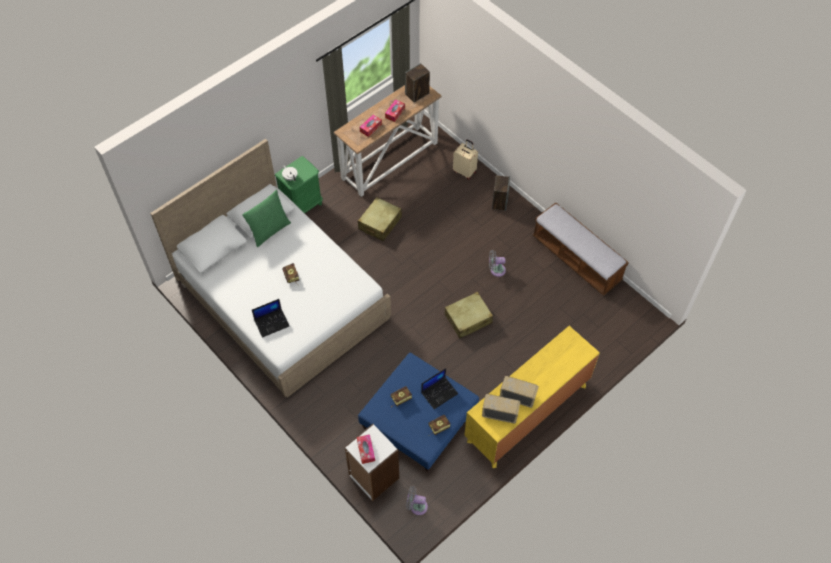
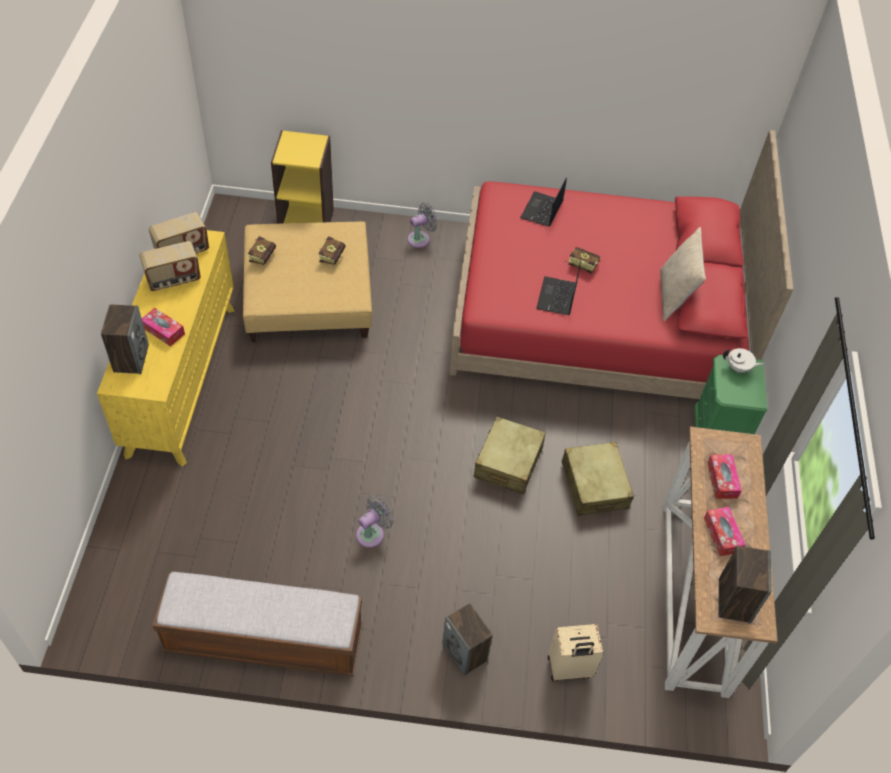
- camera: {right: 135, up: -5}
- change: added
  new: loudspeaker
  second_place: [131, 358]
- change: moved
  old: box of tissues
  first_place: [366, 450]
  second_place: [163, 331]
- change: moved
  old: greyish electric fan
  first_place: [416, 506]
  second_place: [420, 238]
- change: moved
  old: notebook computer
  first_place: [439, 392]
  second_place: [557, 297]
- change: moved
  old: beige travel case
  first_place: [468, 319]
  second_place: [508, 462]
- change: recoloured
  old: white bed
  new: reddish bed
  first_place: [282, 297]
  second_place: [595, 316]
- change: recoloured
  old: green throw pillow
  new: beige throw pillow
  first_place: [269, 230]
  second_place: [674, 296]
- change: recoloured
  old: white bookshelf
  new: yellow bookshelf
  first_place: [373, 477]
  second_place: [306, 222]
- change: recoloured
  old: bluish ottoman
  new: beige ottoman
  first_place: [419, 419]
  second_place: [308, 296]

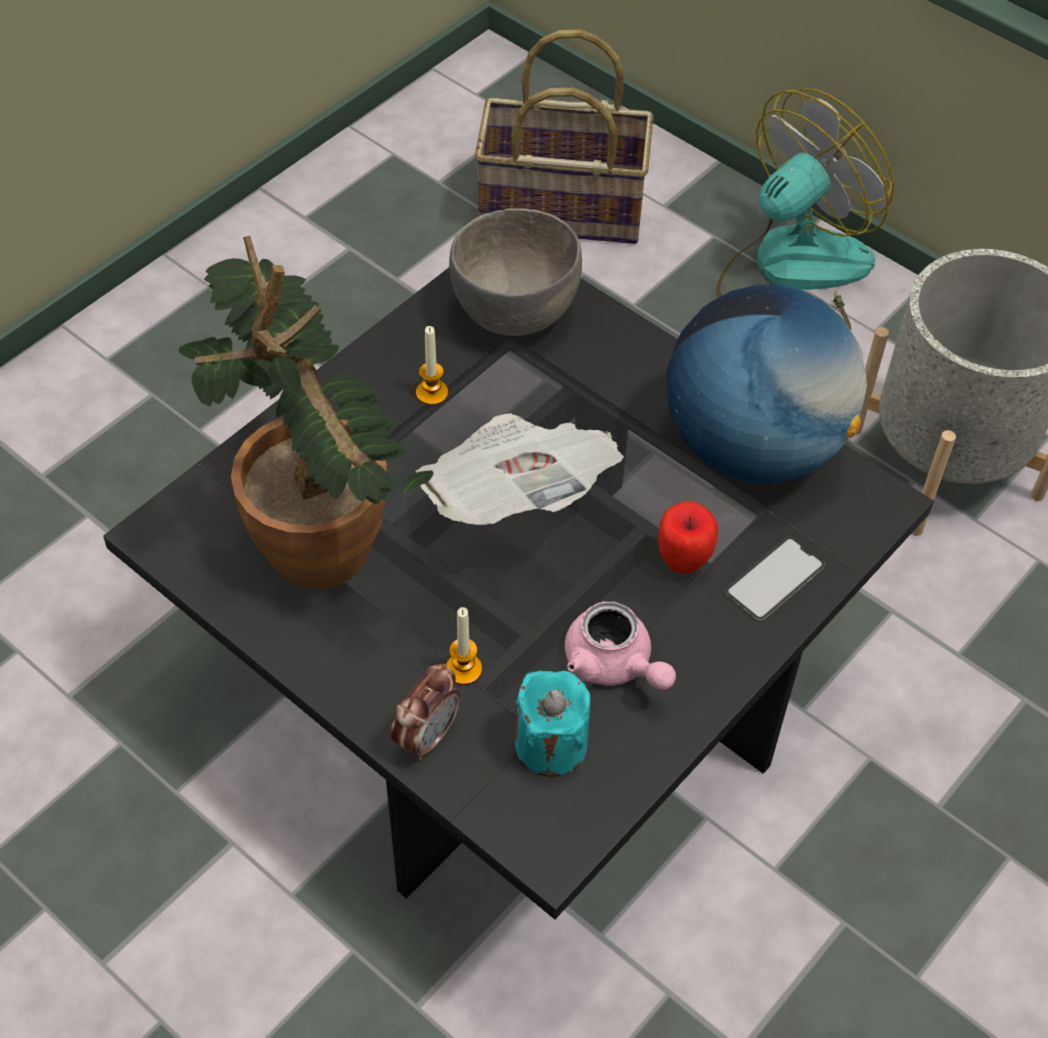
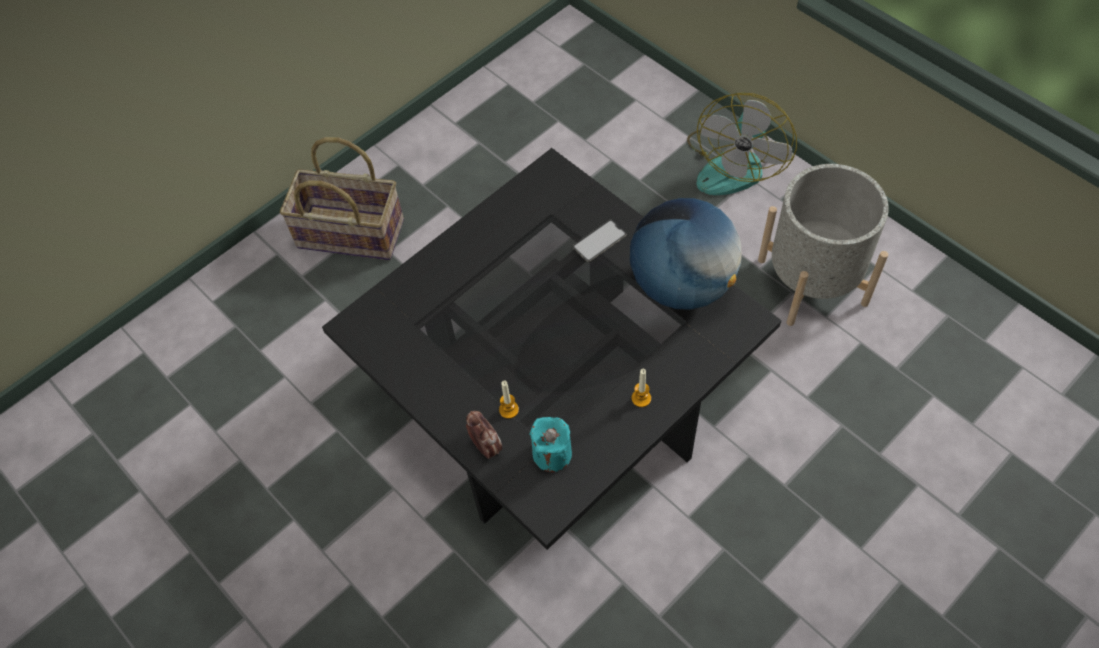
- camera: {right: 10, up: 5}
- change: removed
  old: plant in a pot
  first_place: [319, 526]
- change: removed
  old: daily paper
  first_place: [515, 497]
- change: removed
  old: greyish serving bowl
  first_place: [516, 313]
- change: removed
  old: pink pot for tea
  first_place: [614, 665]
- change: removed
  old: apple
  first_place: [683, 561]
- change: moved
  old: wax candle
  first_place: [432, 393]
  second_place: [641, 398]
- change: moved
  old: storage basket
  first_place: [560, 210]
  second_place: [349, 235]
- change: moved
  old: phone
  first_place: [775, 579]
  second_place: [599, 241]
- change: turned
  old: alarm clock
  first_place: [427, 736]
  second_place: [486, 446]
  degrees: -75
- change: turned
  old: electric fan
  first_place: [792, 274]
  second_place: [735, 163]
  degrees: 150

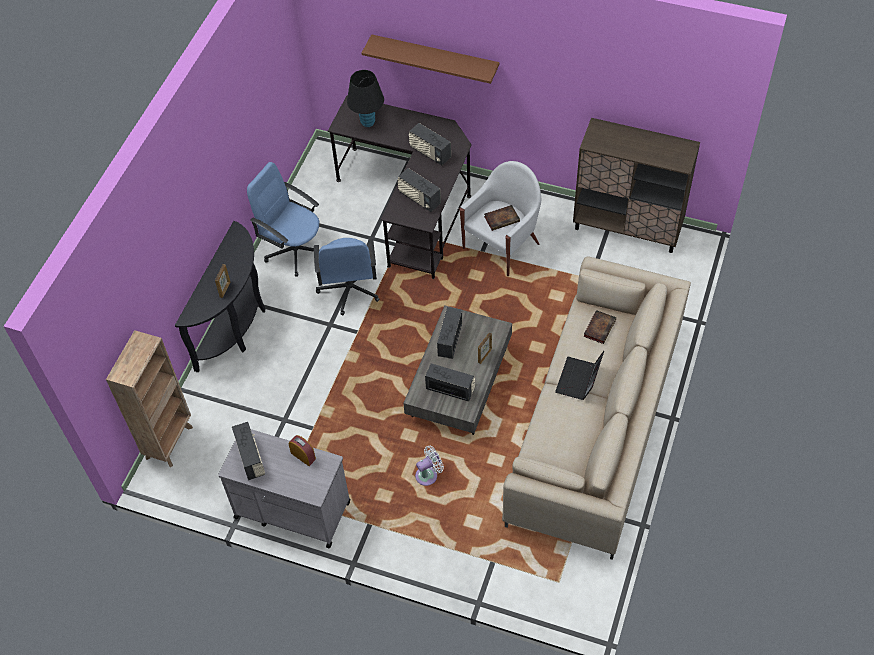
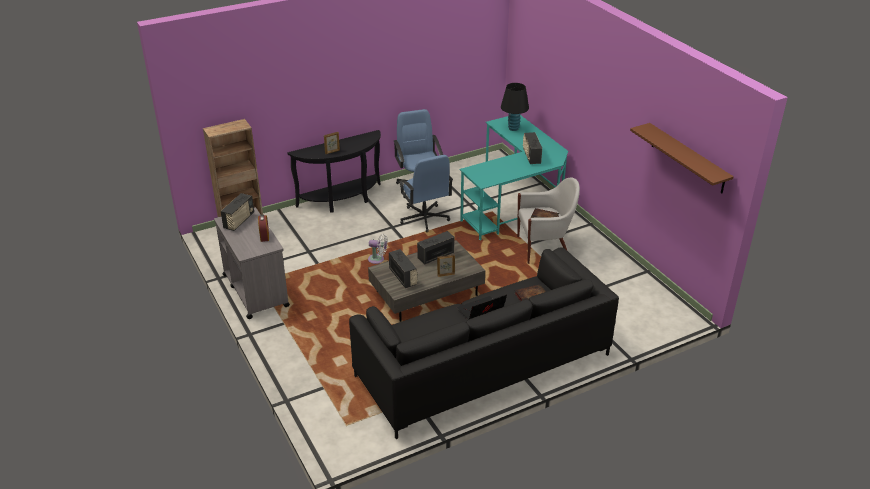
- camera: {right: 40, up: -20}
- change: removed
  old: radio
  first_place: [419, 198]
- change: removed
  old: brownish cupboard
  first_place: [628, 227]
- change: moved
  old: brownish wall shelf
  first_place: [435, 57]
  second_place: [687, 158]
- change: moved
  old: white electric fan
  first_place: [428, 475]
  second_place: [378, 259]
- change: recoloured
  old: black-coloured desk
  new: turquoise desk
  first_place: [412, 203]
  second_place: [515, 202]
- change: recoloured
  old: beige settee
  new: black-coloured settee
  first_place: [595, 424]
  second_place: [483, 365]
- change: turned
  old: bluish computer chair
  first_place: [349, 290]
  second_place: [424, 218]
  degrees: -60

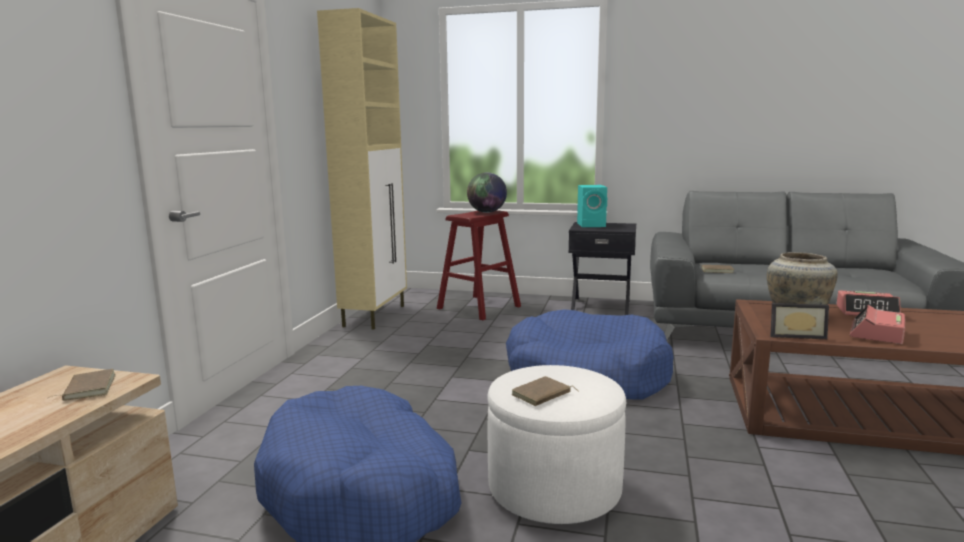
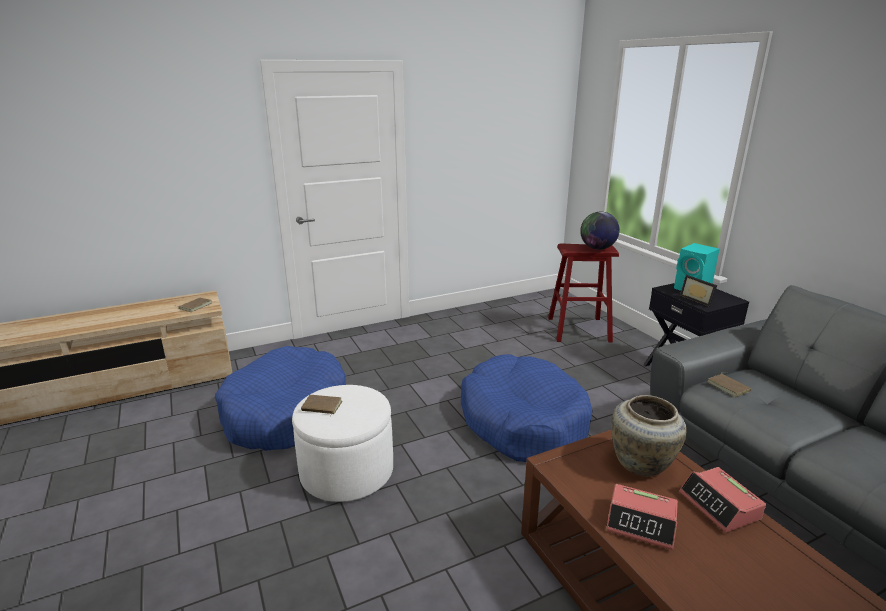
- camera: {right: 50, up: 10}
- change: removed
  old: beige cupboard
  first_place: [375, 315]
- change: moved
  old: picture frame
  first_place: [795, 335]
  second_place: [698, 300]
- change: turned
  old: alarm clock
  first_place: [876, 333]
  second_place: [641, 523]
  degrees: -150

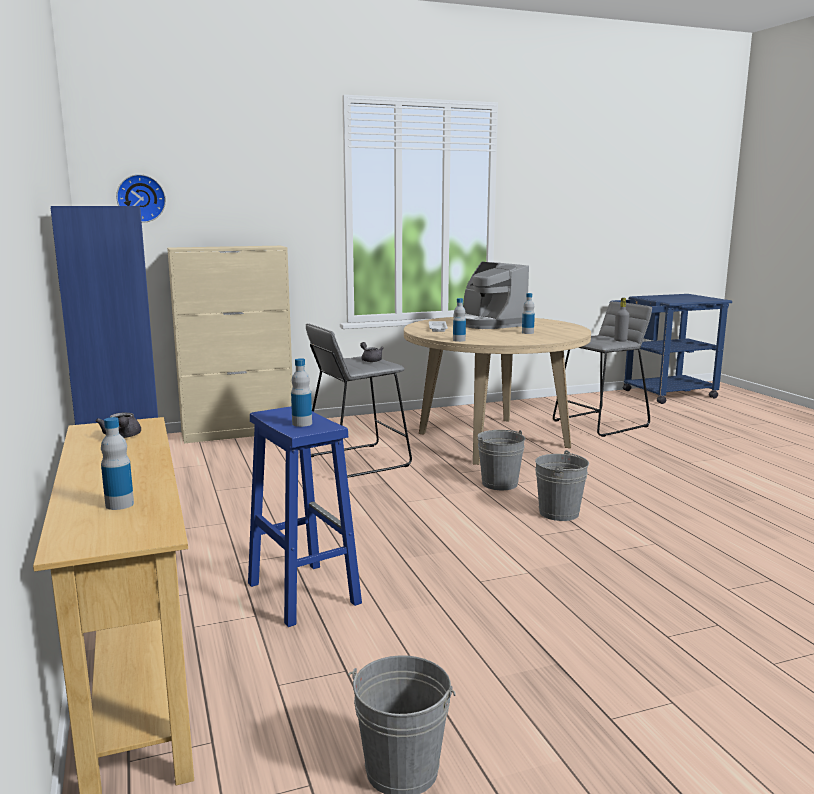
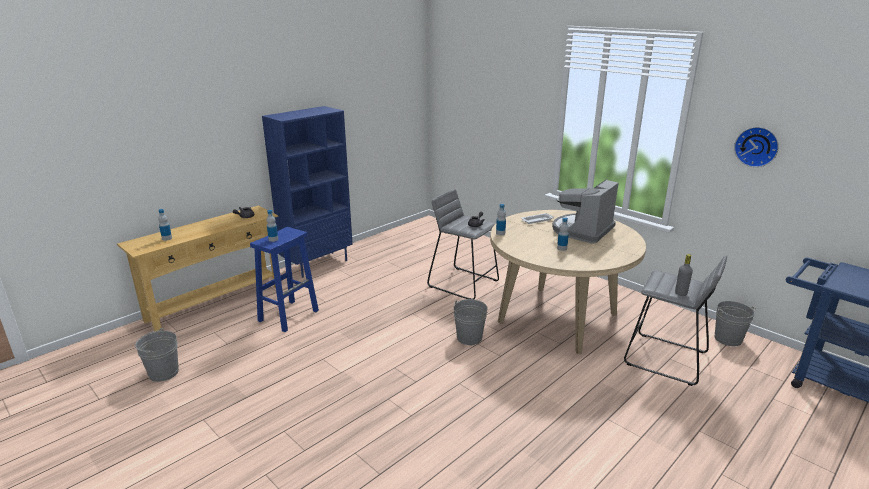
- camera: {right: 65, up: 10}
- change: removed
  old: beige cupboard
  first_place: [239, 433]
- change: moved
  old: wall clock
  first_place: [141, 198]
  second_place: [757, 146]
- change: moved
  old: greyish pail
  first_place: [559, 513]
  second_place: [728, 339]

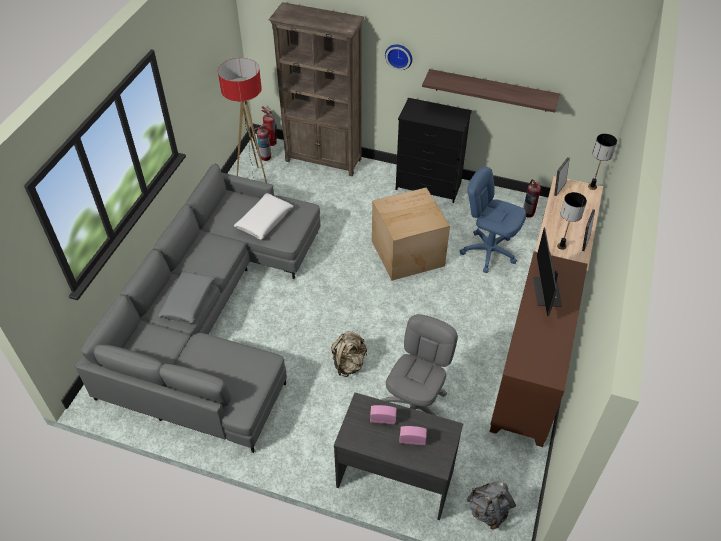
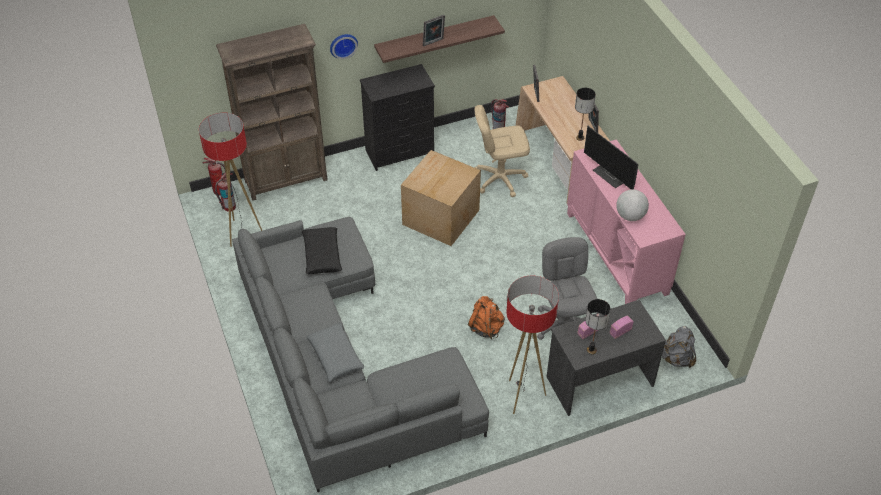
- camera: {right: -40, up: 0}
- change: added
  new: picture frame
  second_place: [433, 43]
- change: added
  new: floor lamp
  second_place: [522, 396]
- change: added
  new: desk globe
  second_place: [630, 216]
- change: moved
  old: tabletop lamp
  first_place: [592, 186]
  second_place: [591, 350]
- change: recoloured
  old: white throw pillow
  new: black-coloured throw pillow
  first_place: [264, 220]
  second_place: [322, 255]
- change: recoloured
  old: beige knapsack
  new: orangey knapsack
  first_place: [349, 363]
  second_place: [486, 327]
- change: recoloured
  old: bluish computer chair
  new: beige computer chair
  first_place: [488, 251]
  second_place: [500, 179]
- change: recoloured
  old: brownish cupboard
  new: pink cupboard
  first_place: [530, 376]
  second_place: [617, 252]

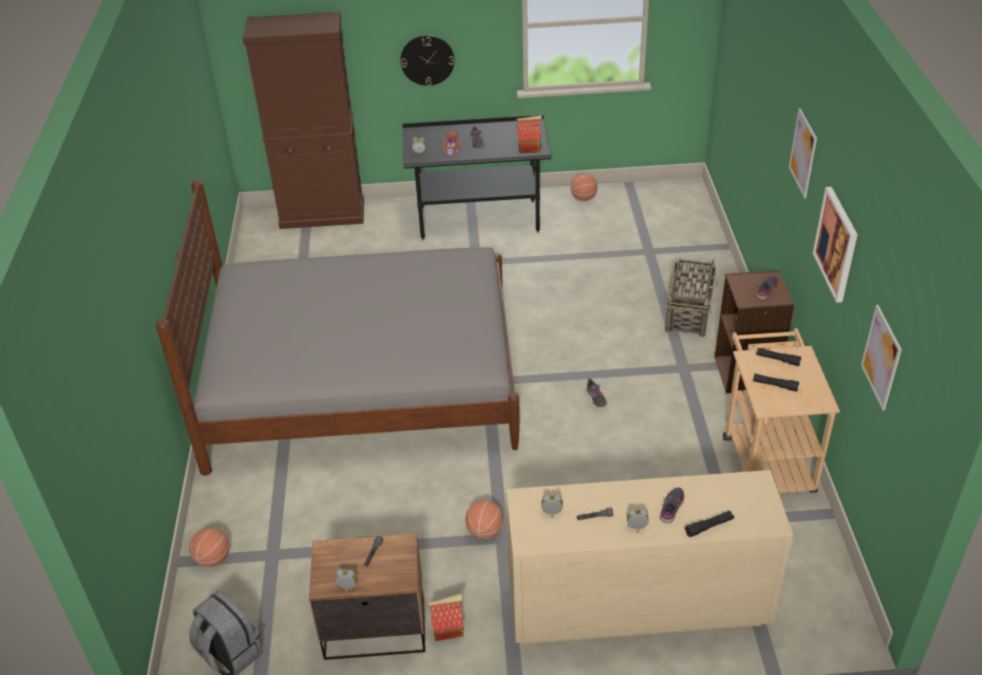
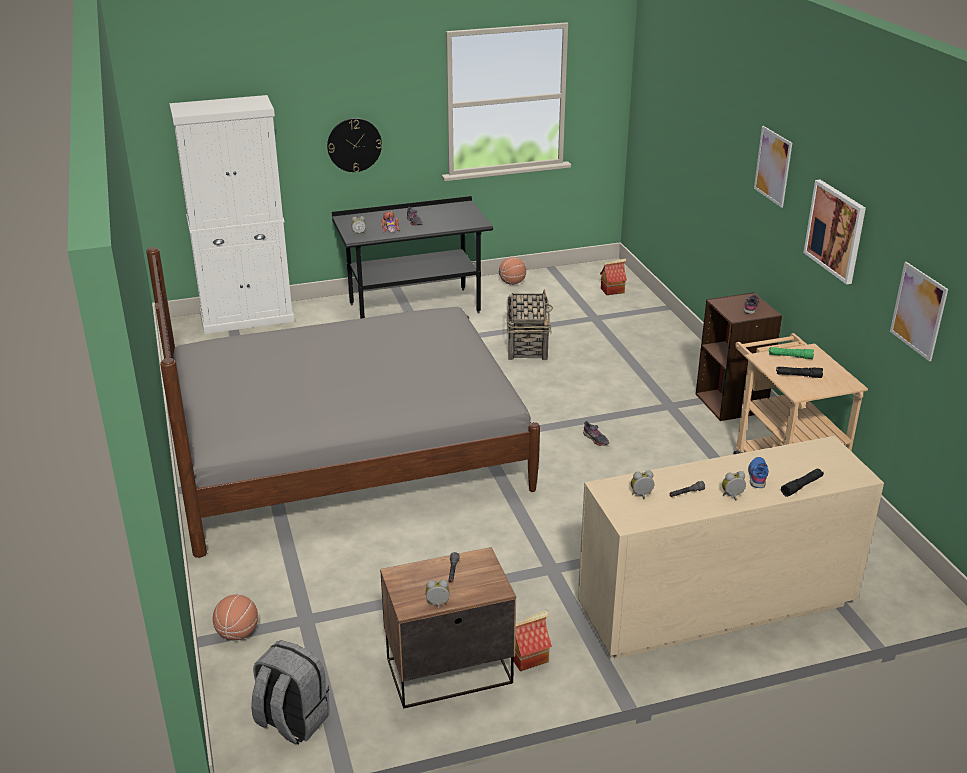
- camera: {right: -15, up: -10}
- change: removed
  old: basketball ball
  first_place: [484, 531]
- change: moved
  old: miniature house
  first_place: [529, 147]
  second_place: [612, 290]
- change: moved
  old: storage basket
  first_place: [688, 313]
  second_place: [527, 344]
- change: recoloured
  old: brownish cupboard
  new: white cupboard
  first_place: [322, 214]
  second_place: [247, 318]
- change: recoloured
  old: greyish item of footwear
  new: bluish item of footwear
  first_place: [672, 507]
  second_place: [758, 476]
- change: recoloured
  old: black-coloured hand torch
  new: green hand torch
  first_place: [777, 360]
  second_place: [790, 356]

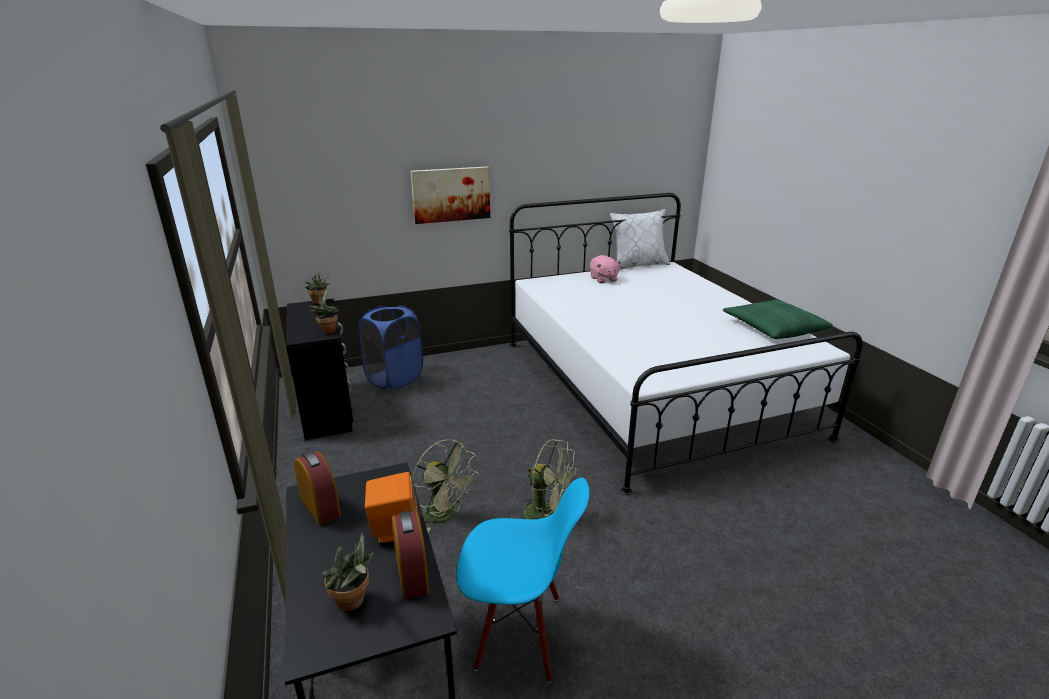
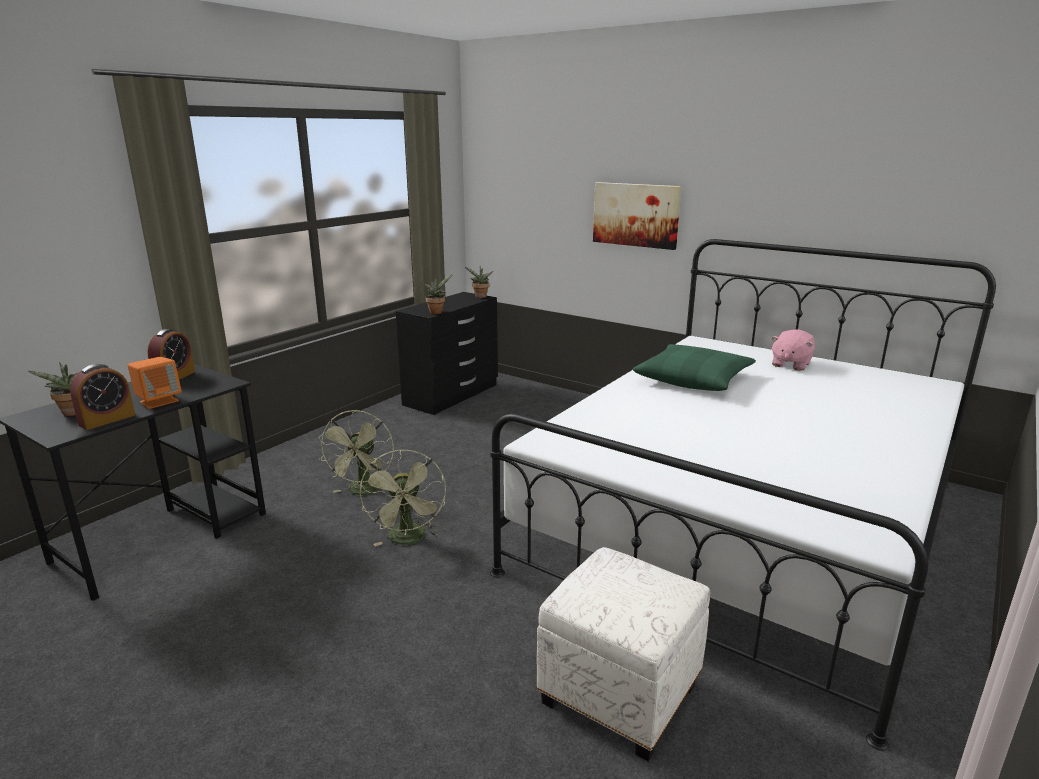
- camera: {right: 55, up: -5}
- change: removed
  old: bluish washing basket
  first_place: [394, 378]
- change: removed
  old: bluish upright chair
  first_place: [519, 633]
- change: removed
  old: white throw pillow
  first_place: [638, 264]
- change: added
  new: white ottoman
  second_place: [621, 694]
- change: moved
  old: green throw pillow
  first_place: [774, 328]
  second_place: [693, 379]

